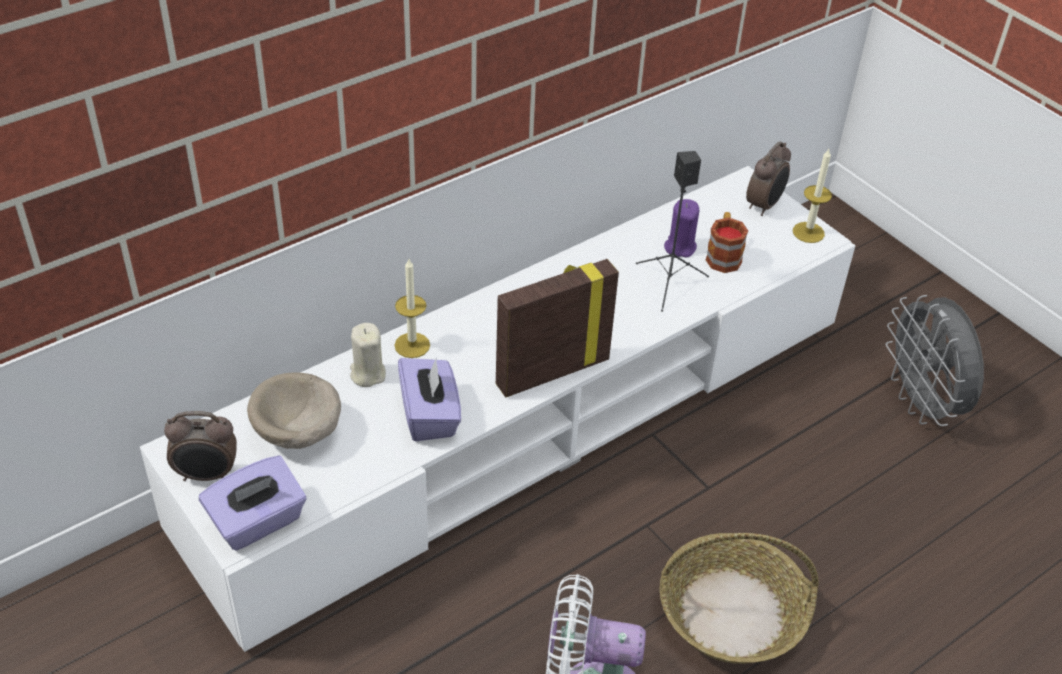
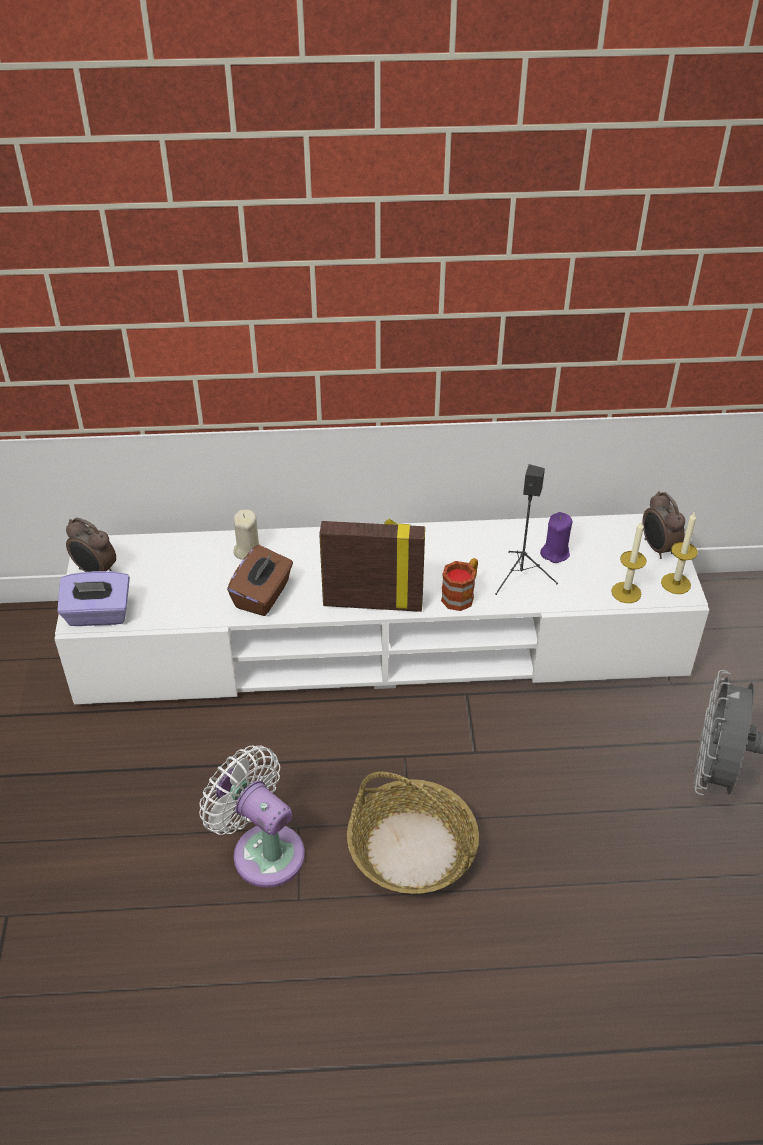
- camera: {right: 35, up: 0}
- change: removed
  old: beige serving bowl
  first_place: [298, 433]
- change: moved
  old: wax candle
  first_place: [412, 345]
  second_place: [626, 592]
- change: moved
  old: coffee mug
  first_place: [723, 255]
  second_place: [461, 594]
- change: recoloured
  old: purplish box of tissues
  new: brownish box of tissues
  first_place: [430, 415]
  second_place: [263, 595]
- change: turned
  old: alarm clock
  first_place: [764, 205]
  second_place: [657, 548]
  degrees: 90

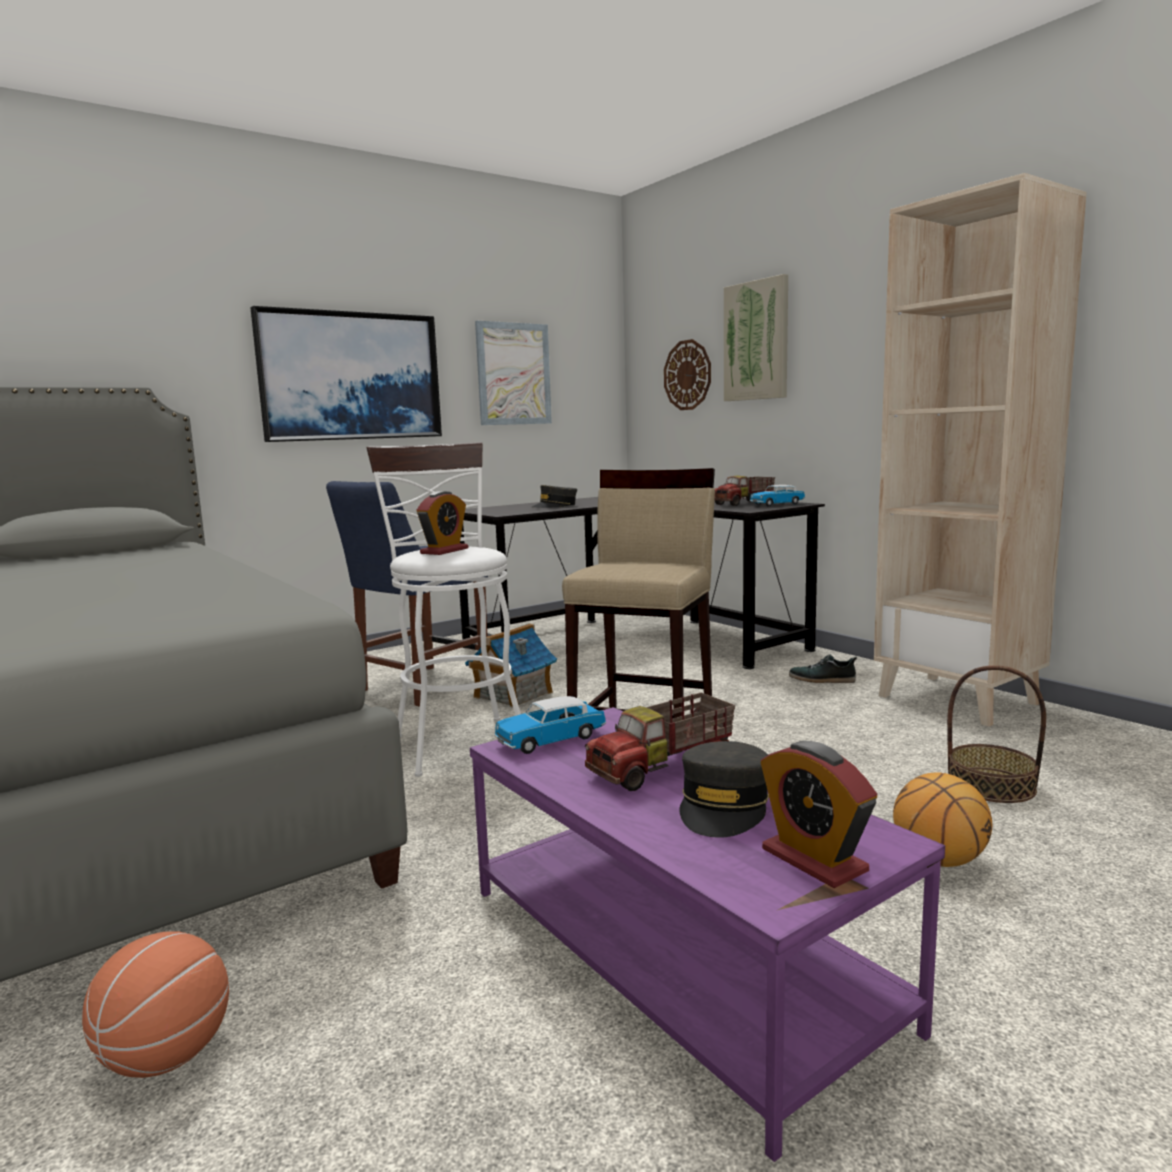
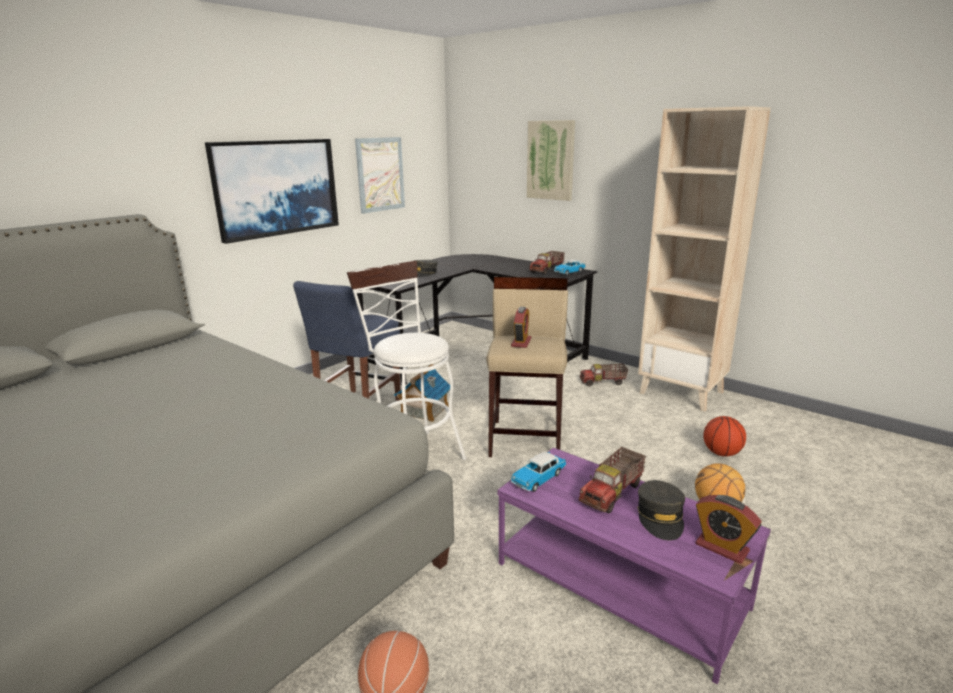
- camera: {right: -15, up: 10}
- change: removed
  old: wall clock
  first_place: [687, 375]
- change: moved
  old: alarm clock
  first_place: [444, 551]
  second_place: [521, 342]
- change: replaced
  old: item of footwear
  new: model truck
  first_place: [822, 679]
  second_place: [603, 382]
- change: replaced
  old: storage basket
  new: basketball ball
  first_place: [991, 785]
  second_place: [721, 453]

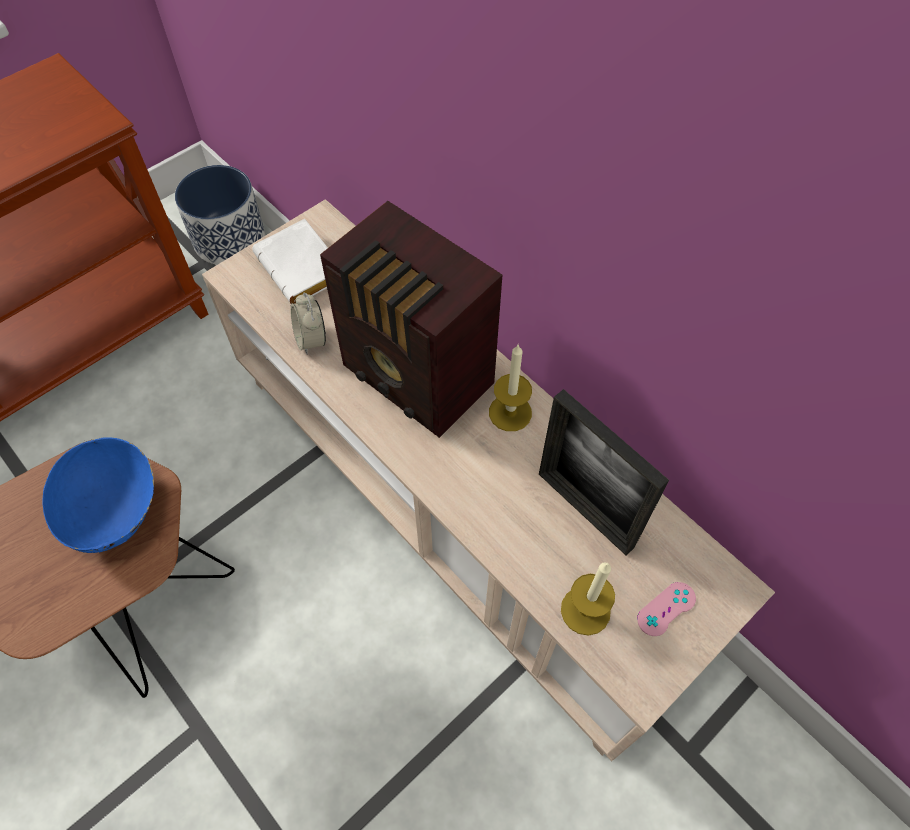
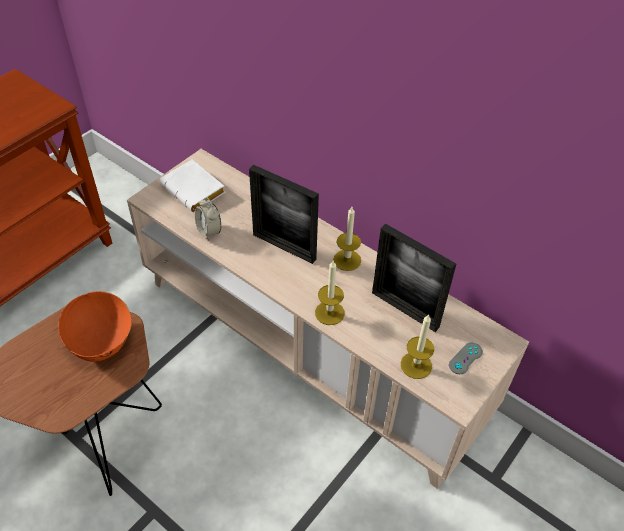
- camera: {right: -10, up: -10}
- change: removed
  old: flower pot
  first_place: [229, 240]
- change: added
  new: wax candle
  second_place: [329, 313]
- change: replaced
  old: radio
  new: picture frame
  first_place: [418, 379]
  second_place: [284, 247]
- change: recoloured
  old: bluish serving bowl
  new: orangey serving bowl
  first_place: [115, 511]
  second_place: [101, 340]
- change: recoloured
  old: pink gamepad
  new: greyish gamepad
  first_place: [666, 609]
  second_place: [465, 358]

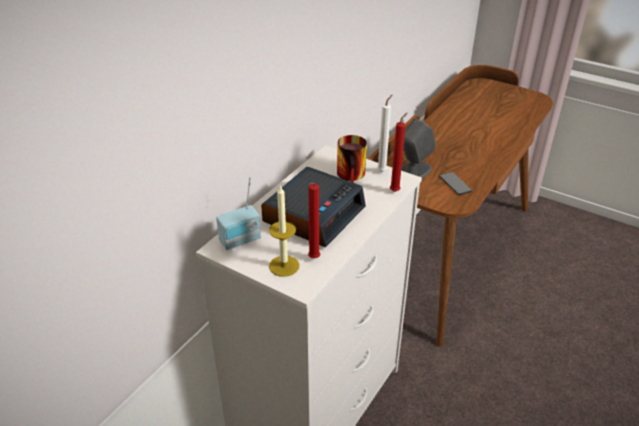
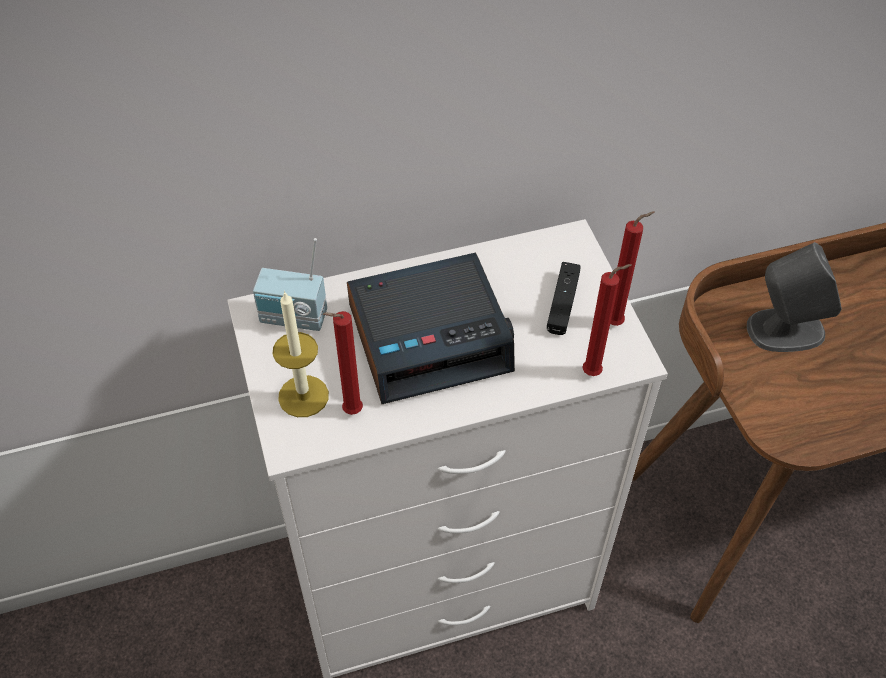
- camera: {right: 40, up: 15}
- change: removed
  old: phone
  first_place: [455, 184]
- change: replaced
  old: coffee mug
  new: black-coloured gamepad
  first_place: [353, 175]
  second_place: [562, 304]
- change: recoloured
  old: white wax candle
  new: reddish wax candle
  first_place: [382, 171]
  second_place: [617, 322]

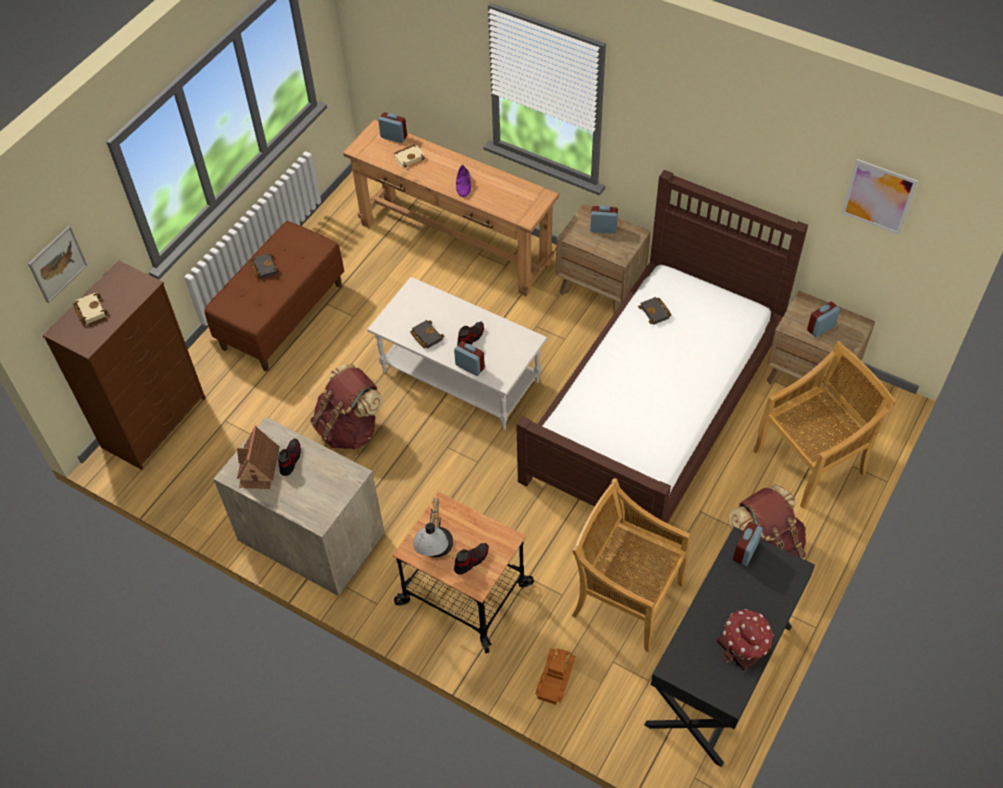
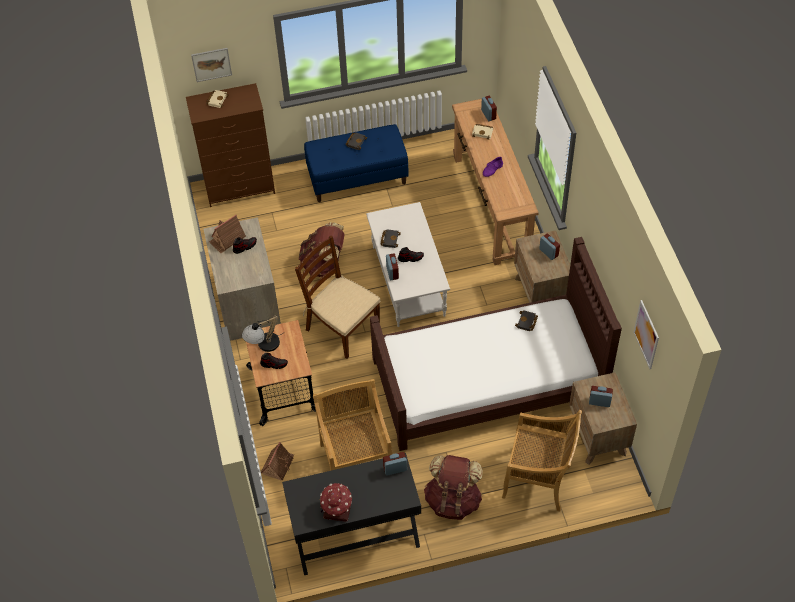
- camera: {right: 45, up: 0}
- change: added
  new: brownish upright chair
  second_place: [341, 328]
- change: replaced
  old: model truck
  new: miniature house
  first_place: [554, 678]
  second_place: [278, 465]
- change: recoloured
  old: brownish indoor bench
  new: bluish indoor bench
  first_place: [282, 315]
  second_place: [358, 178]

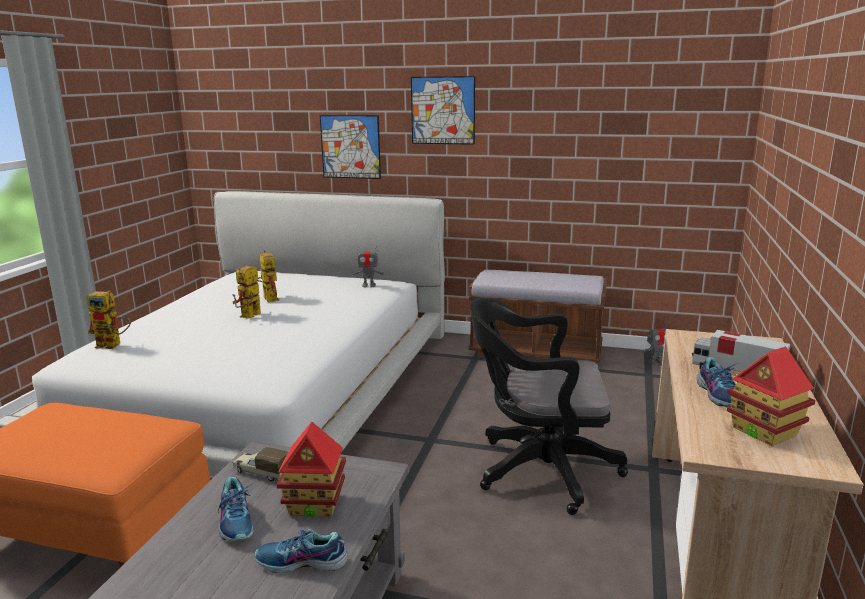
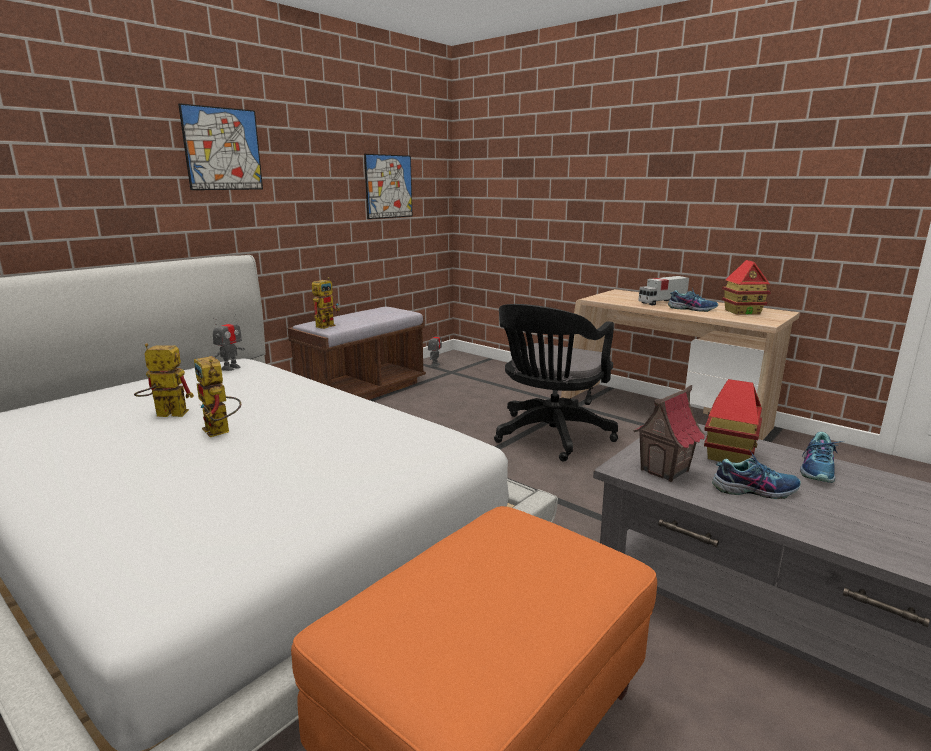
- camera: {right: -65, up: 0}
- change: moved
  old: toy robot
  first_place: [114, 345]
  second_place: [327, 325]
- change: moved
  old: picture
  first_place: [350, 147]
  second_place: [389, 186]
- change: replaced
  old: model truck
  new: miniature house
  first_place: [262, 472]
  second_place: [665, 470]

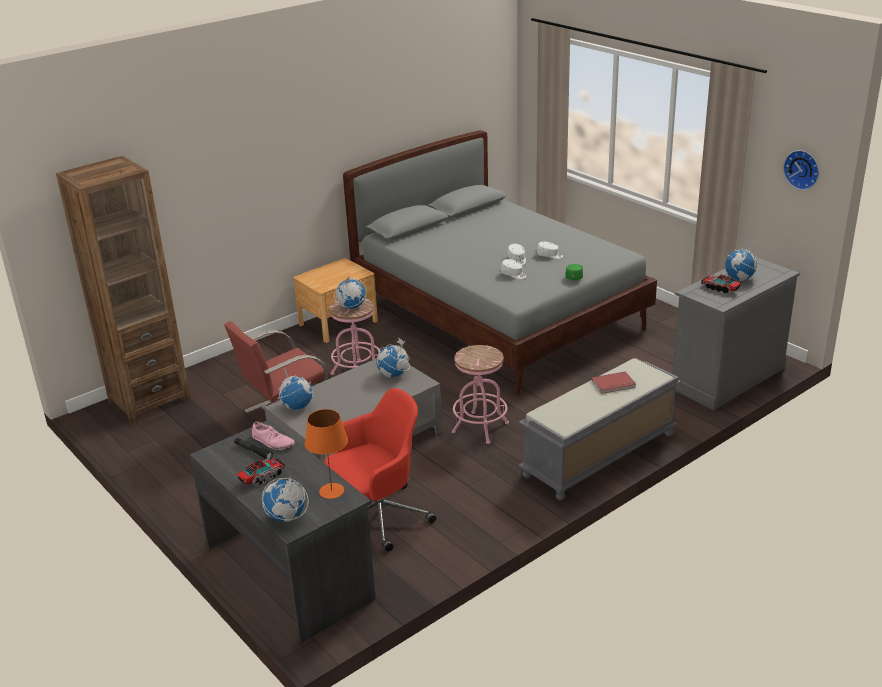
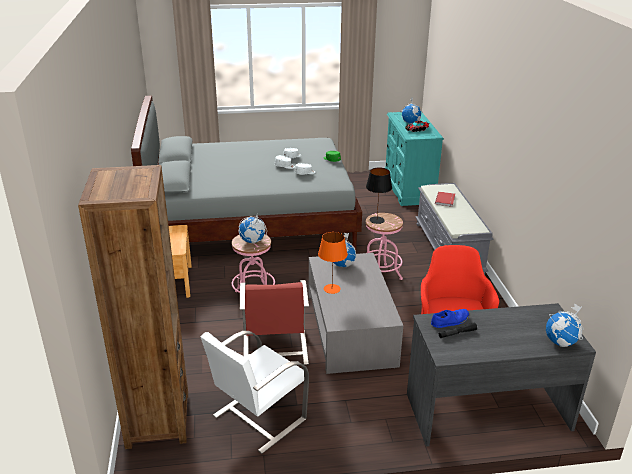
- camera: {right: -60, up: 0}
- change: removed
  old: model truck
  first_place: [262, 477]
- change: removed
  old: desk globe
  first_place: [297, 406]
- change: removed
  old: wall clock
  first_place: [802, 169]
- change: added
  new: white upright chair
  second_place: [257, 418]
- change: added
  new: black-coloured tabletop lamp
  second_place: [376, 220]
- change: moved
  old: orangey tabletop lamp
  first_place: [331, 491]
  second_place: [332, 289]
- change: recoloured
  old: pink item of footwear
  new: bluish item of footwear
  first_place: [273, 442]
  second_place: [450, 321]
- change: recoloured
  old: greyish dresser
  new: turquoise dresser
  first_place: [726, 377]
  second_place: [408, 188]

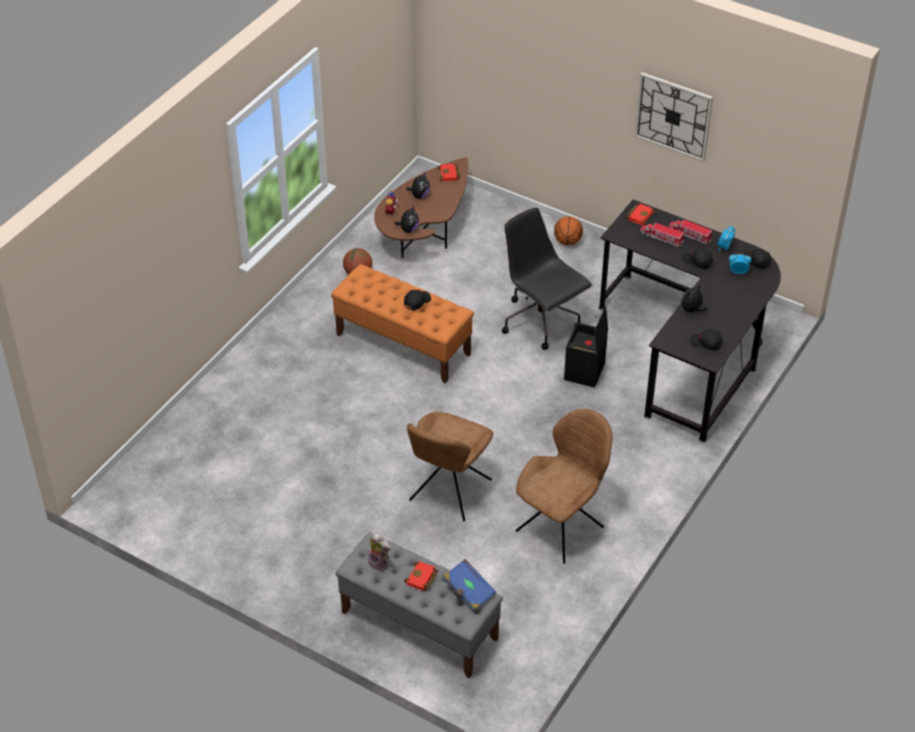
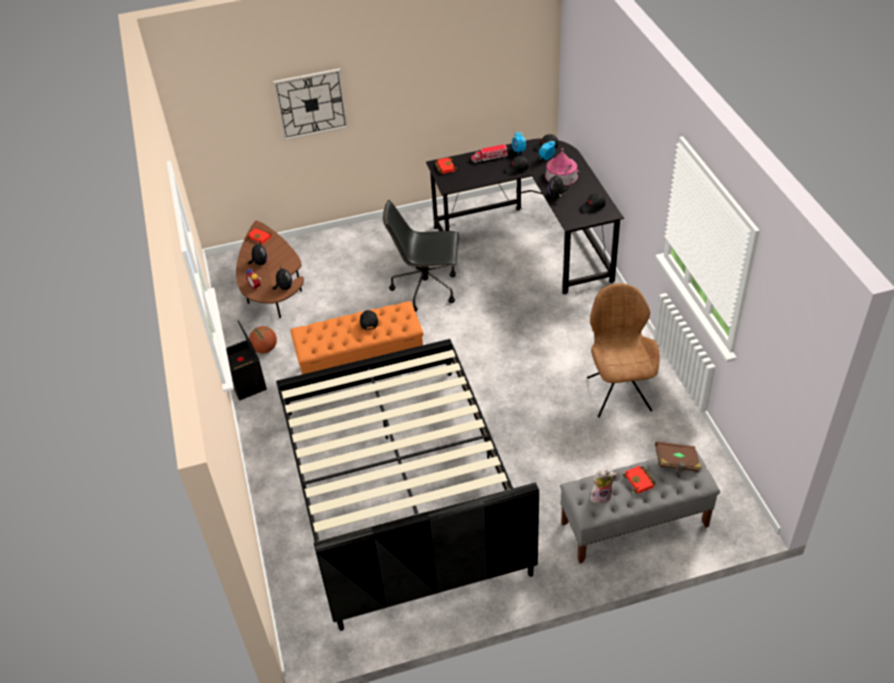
- camera: {right: -45, up: 0}
- change: removed
  old: brownish upright chair
  first_place: [448, 492]
- change: removed
  old: basketball ball
  first_place: [567, 241]
- change: removed
  old: model truck
  first_place: [661, 238]
- change: added
  new: black-coloured bed
  second_place: [400, 488]
- change: added
  new: miniature house
  second_place: [561, 175]
- change: moved
  old: black-coloured storage box
  first_place: [585, 372]
  second_place: [248, 384]
- change: moved
  old: wall clock
  first_place: [673, 116]
  second_place: [311, 104]
- change: recoloured
  old: bluish bound book
  new: brownish bound book
  first_place: [468, 592]
  second_place: [677, 462]

